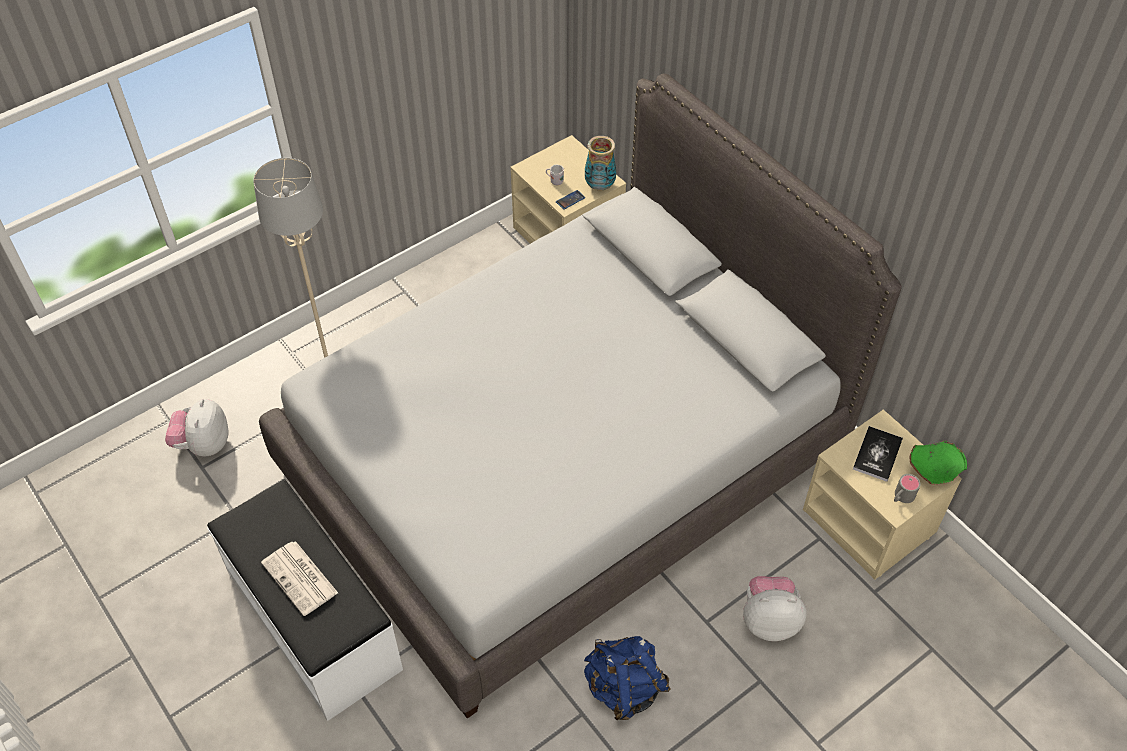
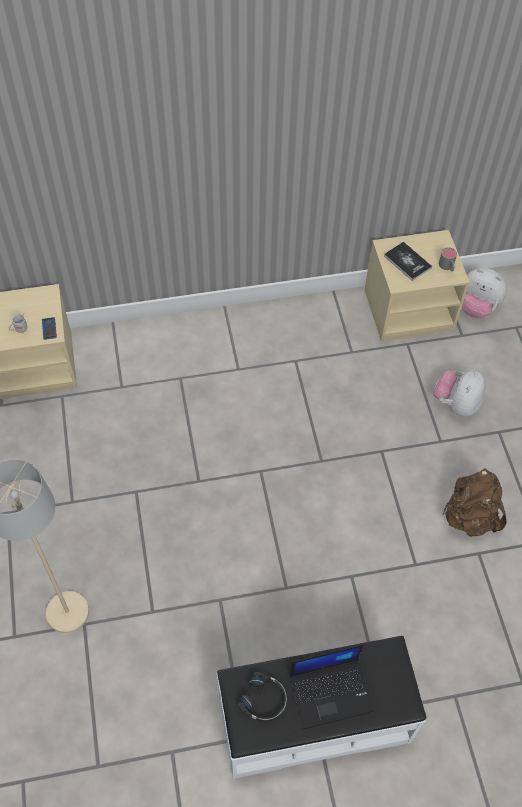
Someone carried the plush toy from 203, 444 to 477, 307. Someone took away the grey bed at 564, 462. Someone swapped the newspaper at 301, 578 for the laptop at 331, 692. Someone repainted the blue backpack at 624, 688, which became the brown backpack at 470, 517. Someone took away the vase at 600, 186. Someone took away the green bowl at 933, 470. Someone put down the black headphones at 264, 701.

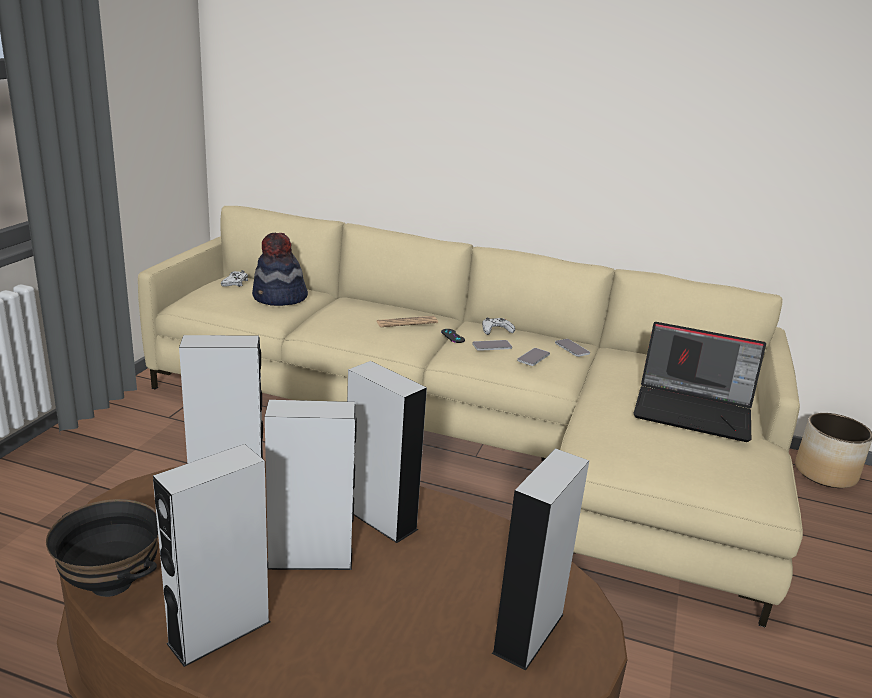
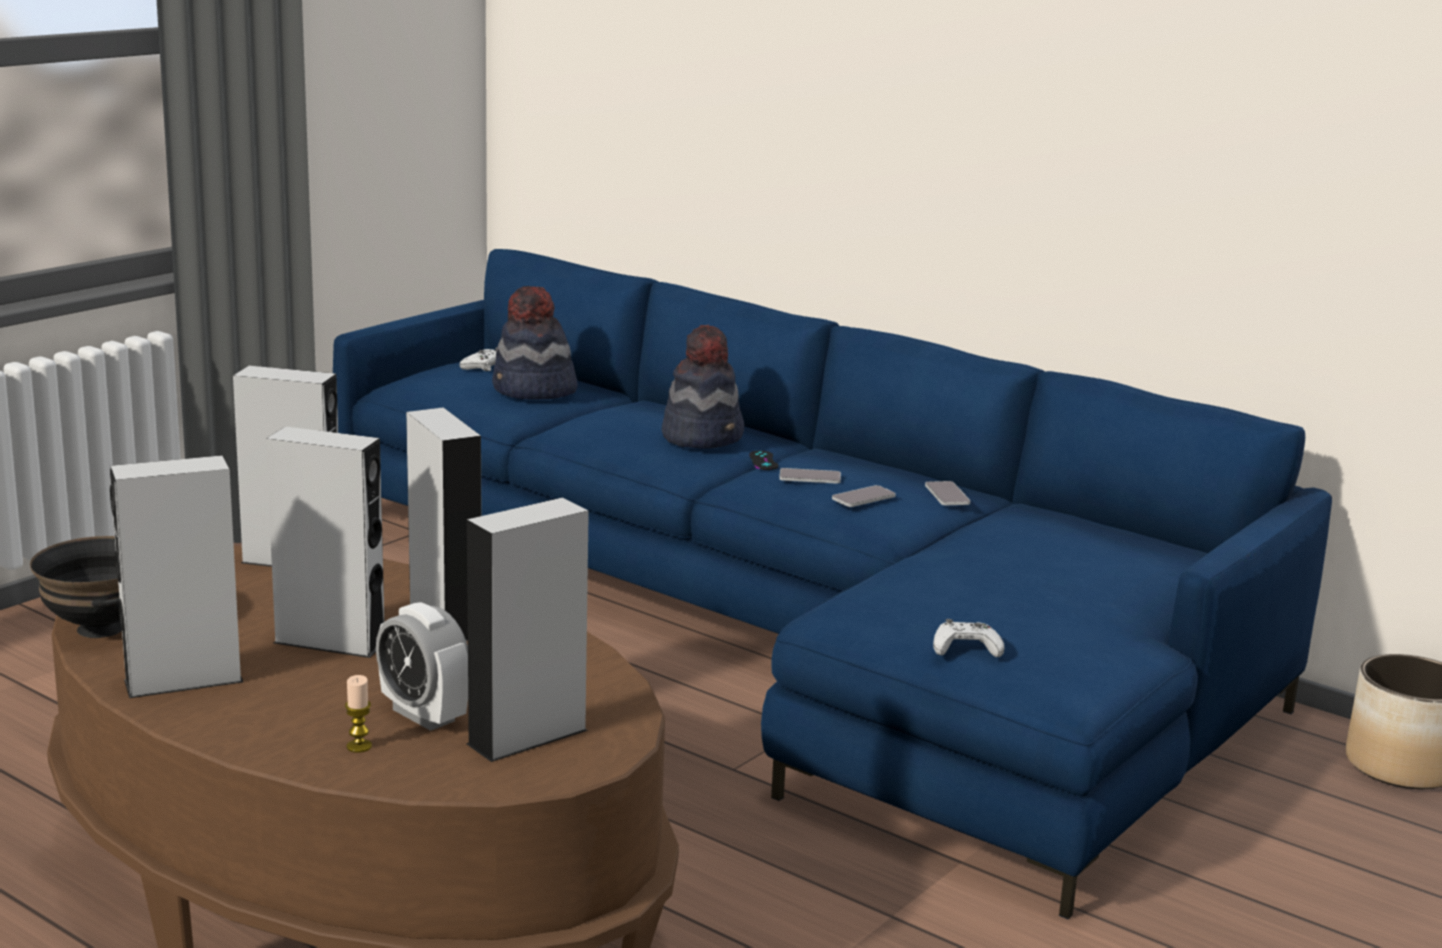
Someone repainted the beige sofa at 473, 436, which became the blue sofa at 795, 635. Someone swapped the newspaper at 406, 322 for the hat at 703, 436. Someone carried the white game controller from 496, 330 to 966, 648. Someone took away the laptop at 694, 411. Someone put down the candle at 359, 746. Someone put down the alarm clock at 424, 715.

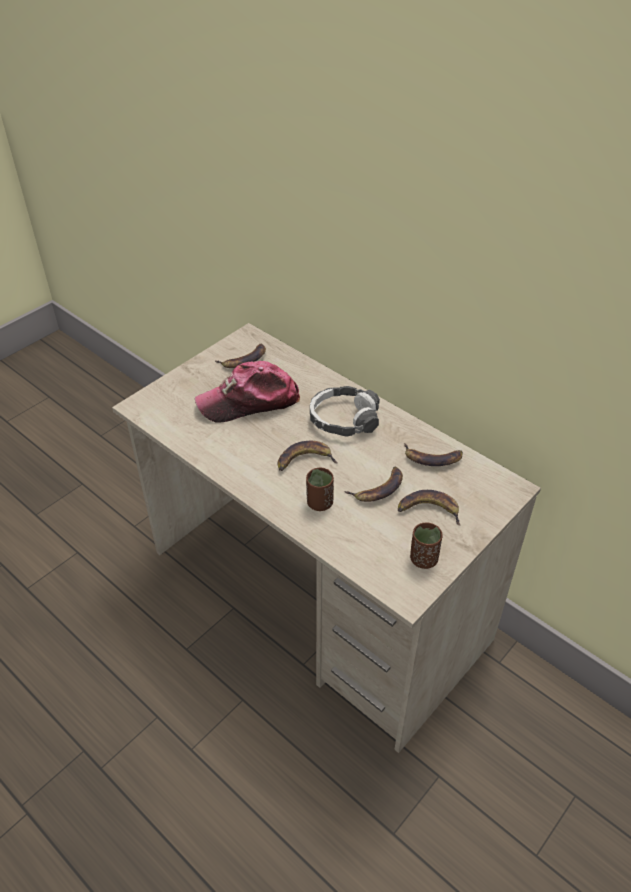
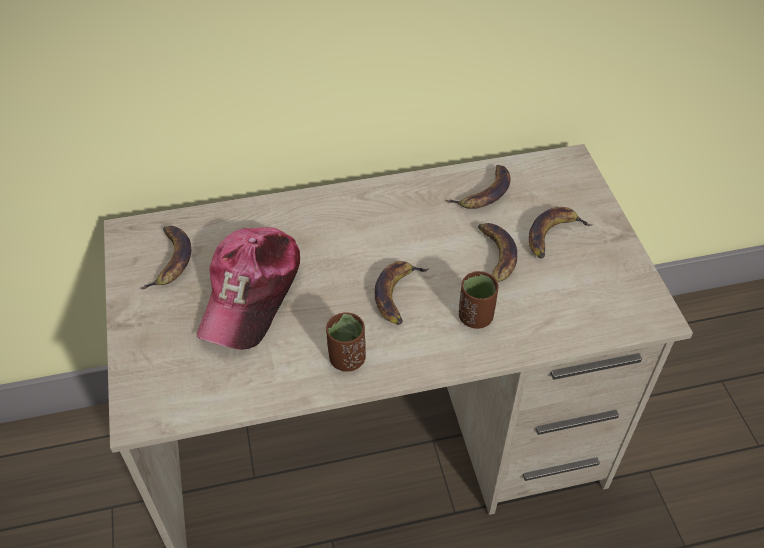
Someone took away the headphones at 343, 419. Someone carried the brown cup from 423, 559 to 347, 358.

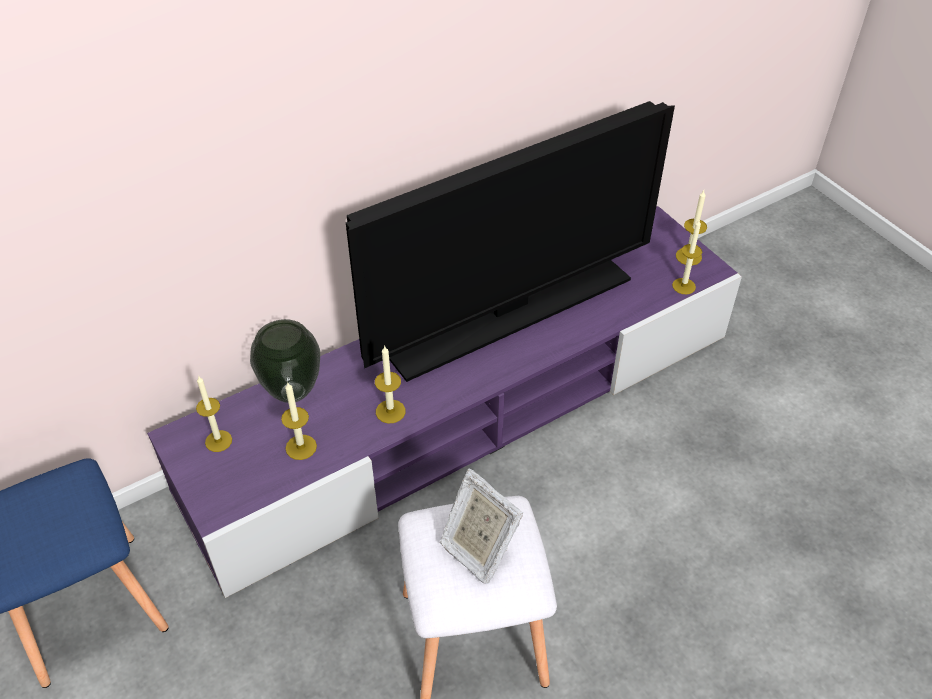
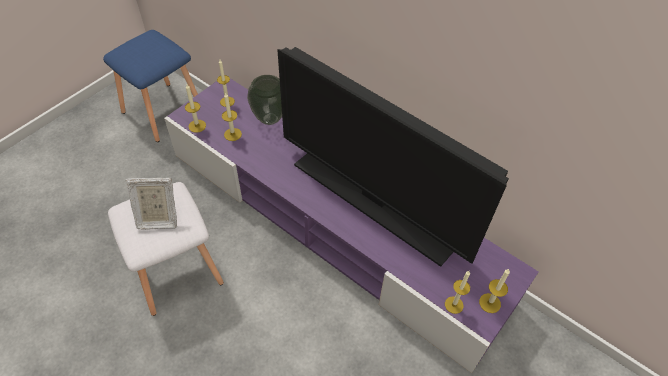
Someone carried the candle from 390, 411 to 197, 126. Someone rotated the picture frame at 477, 549 by 120 degrees counterclockwise.

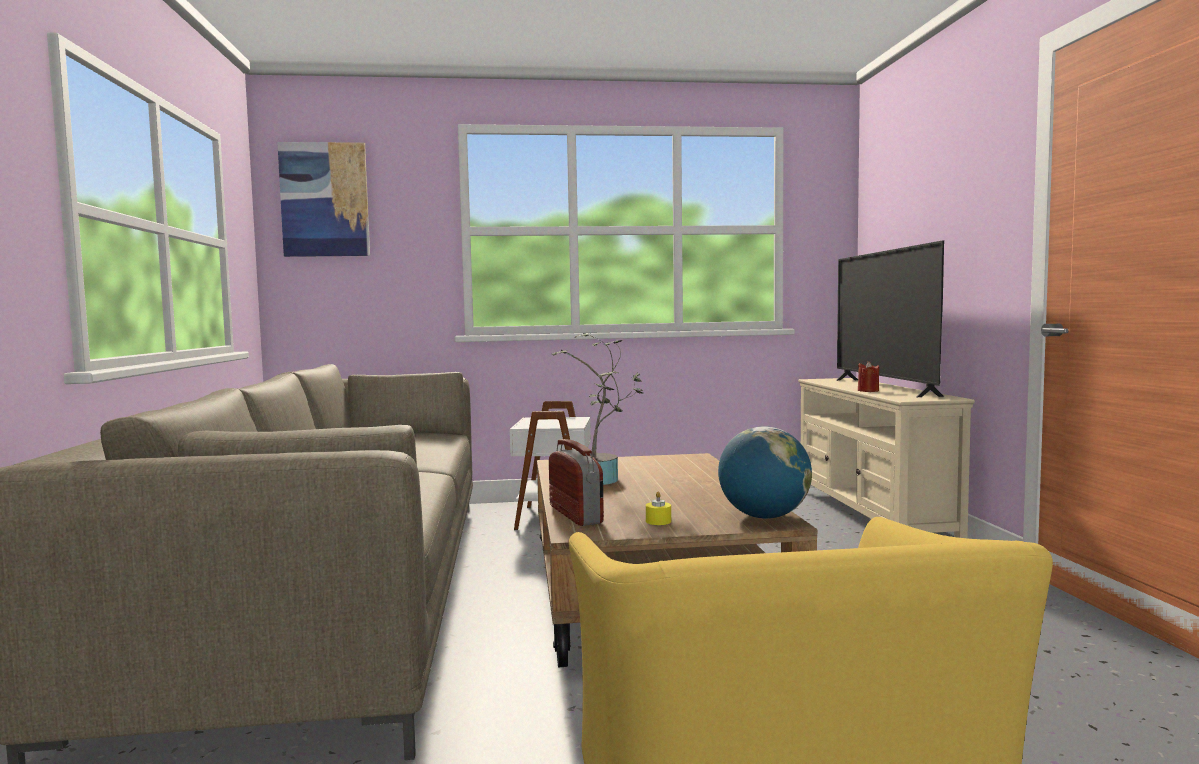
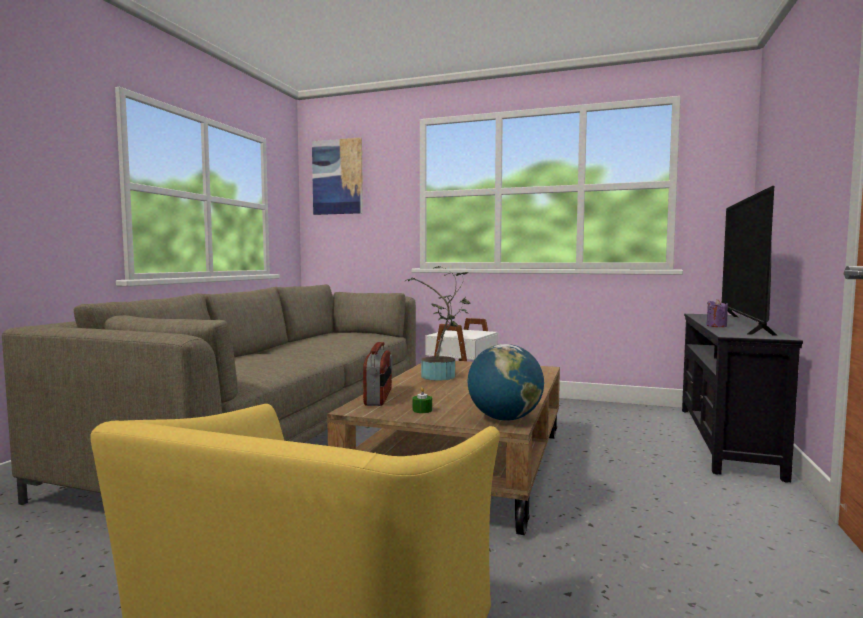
Someone repainted the yellow candle at 658, 521, which became the green candle at 422, 410. Someone repainted the beige tv stand at 872, 516, which became the black tv stand at 726, 440. Someone repainted the red candle at 868, 391, which became the purple candle at 716, 326.

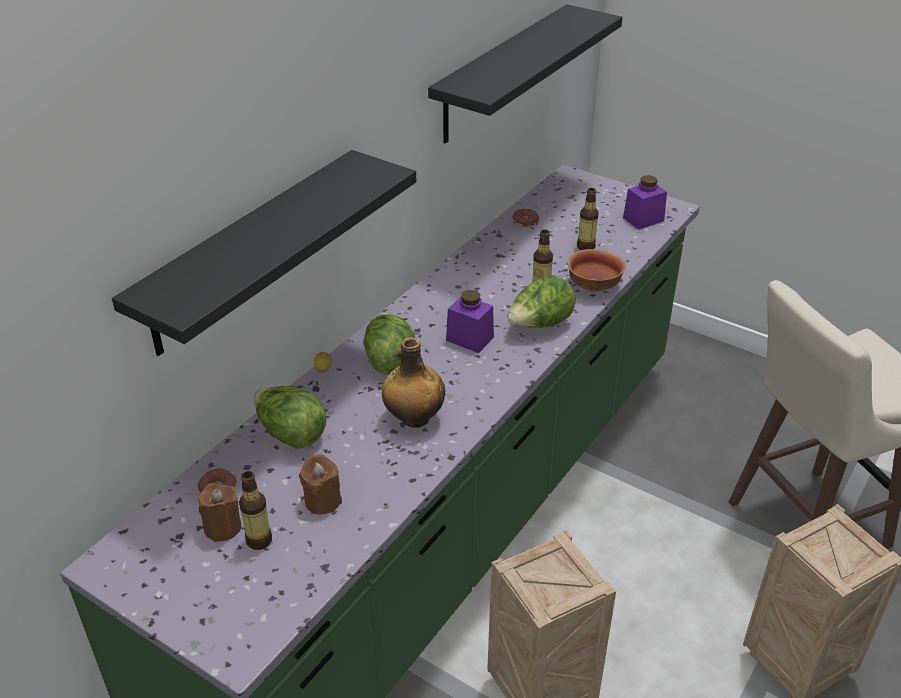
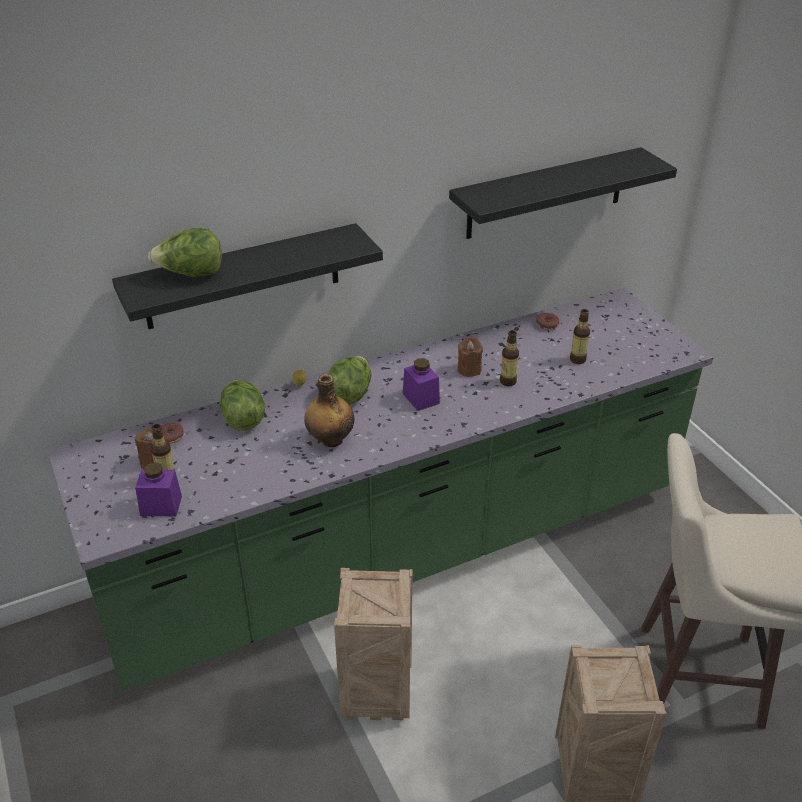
Someone carried the brown candle from 322, 501 to 469, 369. Someone carried the lettuce from 540, 325 to 191, 275. Someone took away the bowl at 593, 286. Someone carried the purple jar from 643, 219 to 161, 506.

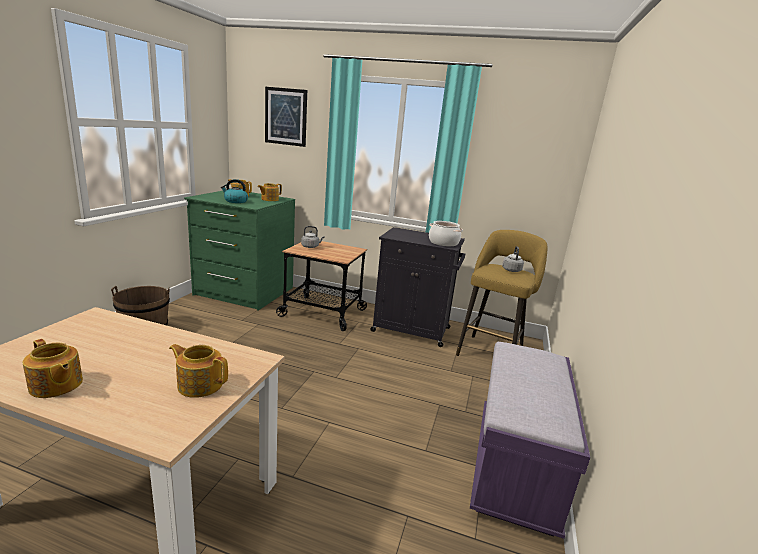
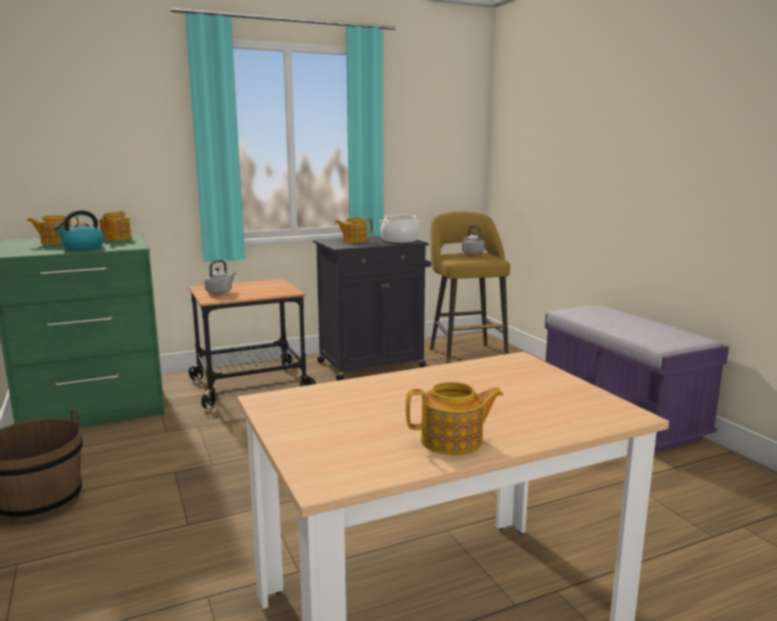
Someone carried the teapot from 200, 384 to 354, 240. Someone took away the picture at 286, 117.

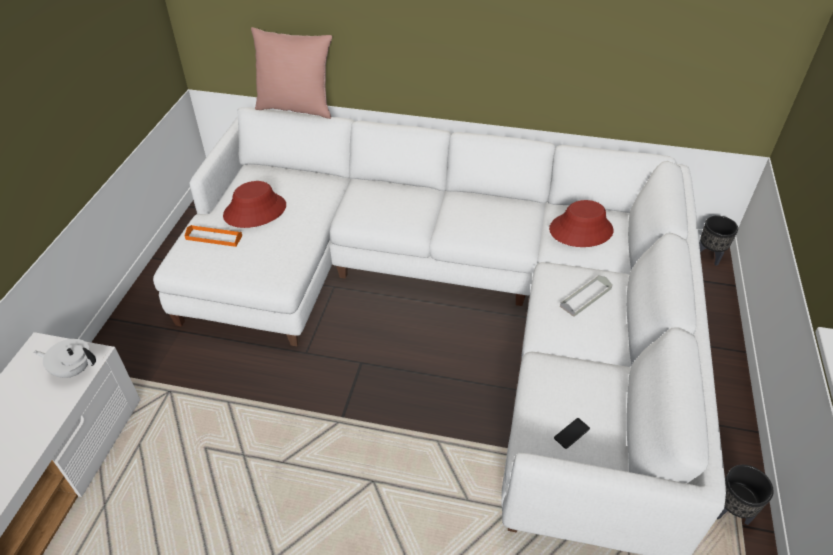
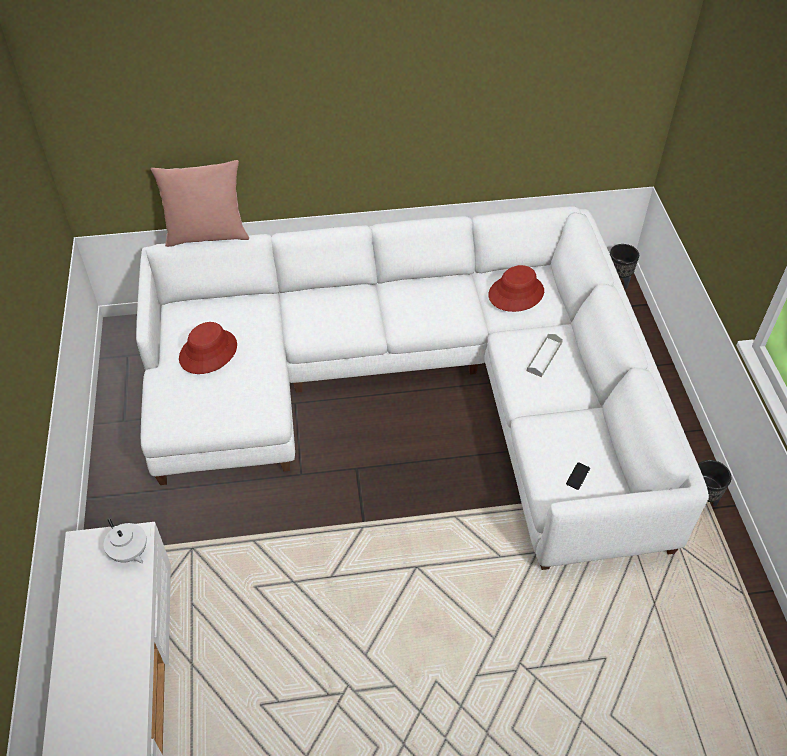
Someone rotated the white teapot at 73, 369 by 120 degrees counterclockwise. Someone took away the orange tray at 214, 237.

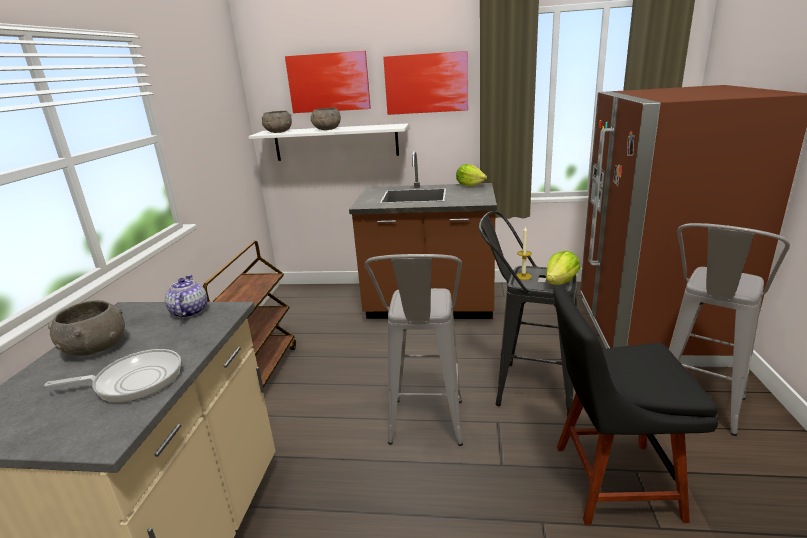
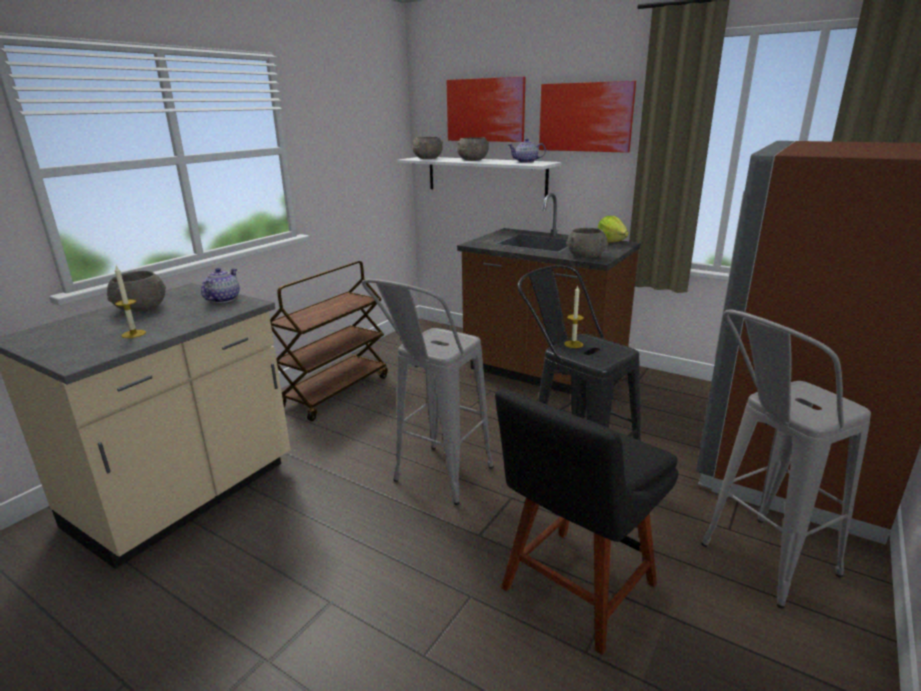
Someone swapped the frying pan at 134, 381 for the candle at 133, 334. Someone took away the lettuce at 560, 282. Someone rotated the black chair at 609, 481 by 75 degrees counterclockwise. Someone put down the teapot at 526, 162. Someone put down the grey bowl at 586, 256.

